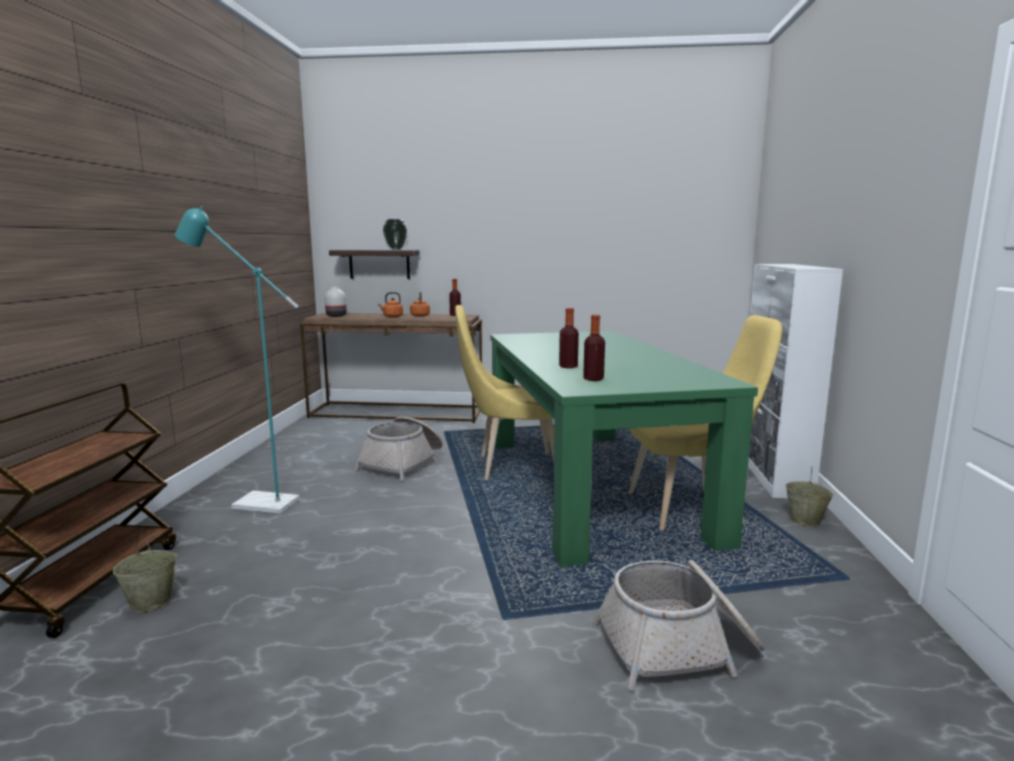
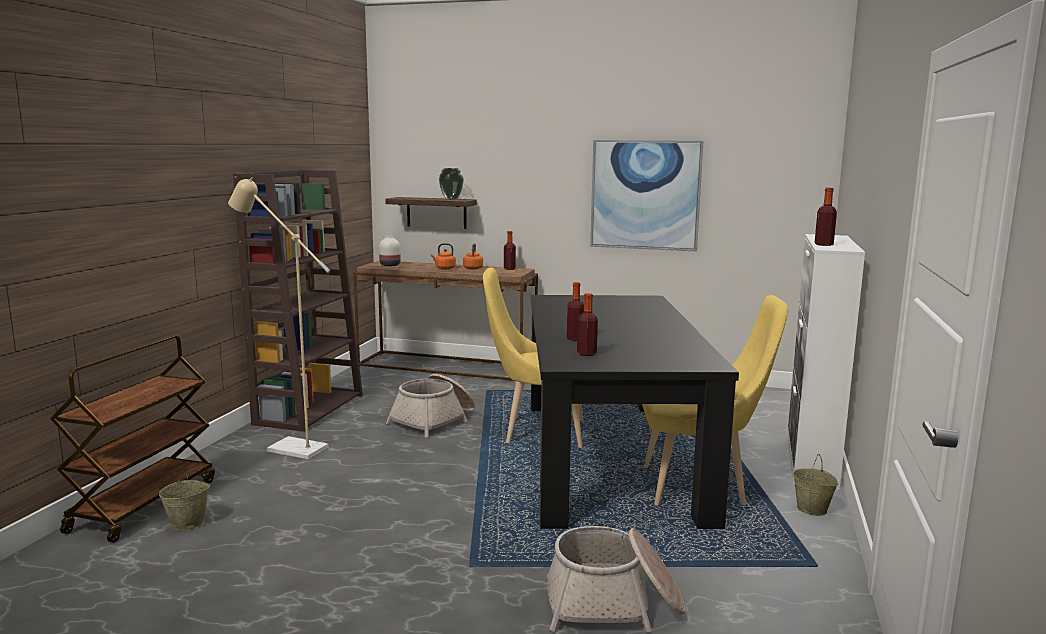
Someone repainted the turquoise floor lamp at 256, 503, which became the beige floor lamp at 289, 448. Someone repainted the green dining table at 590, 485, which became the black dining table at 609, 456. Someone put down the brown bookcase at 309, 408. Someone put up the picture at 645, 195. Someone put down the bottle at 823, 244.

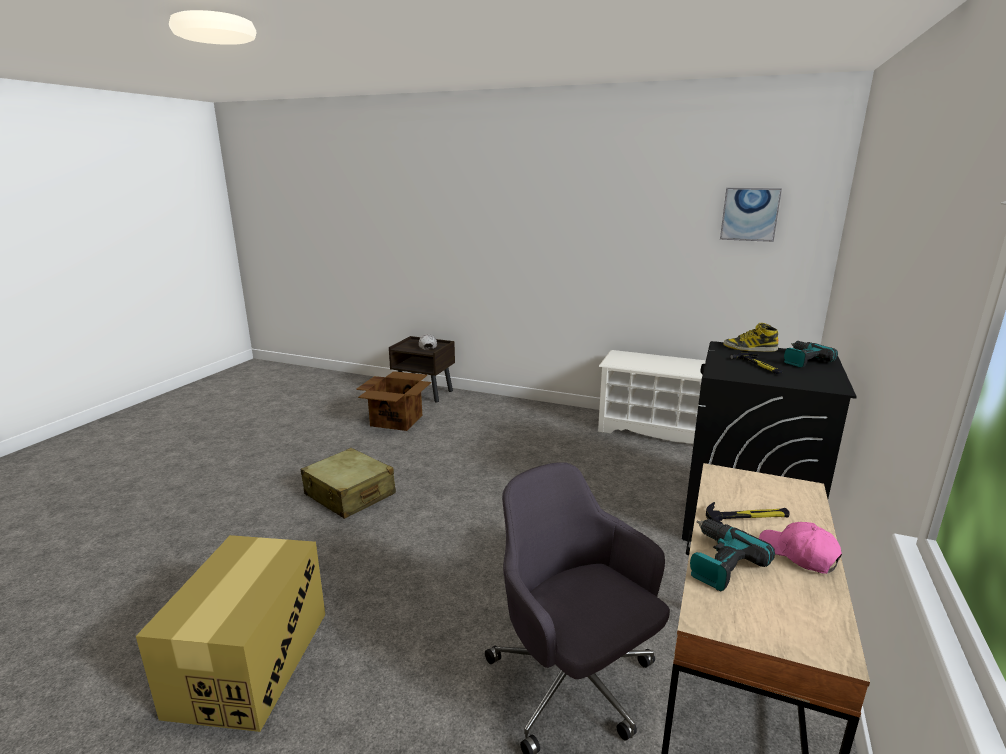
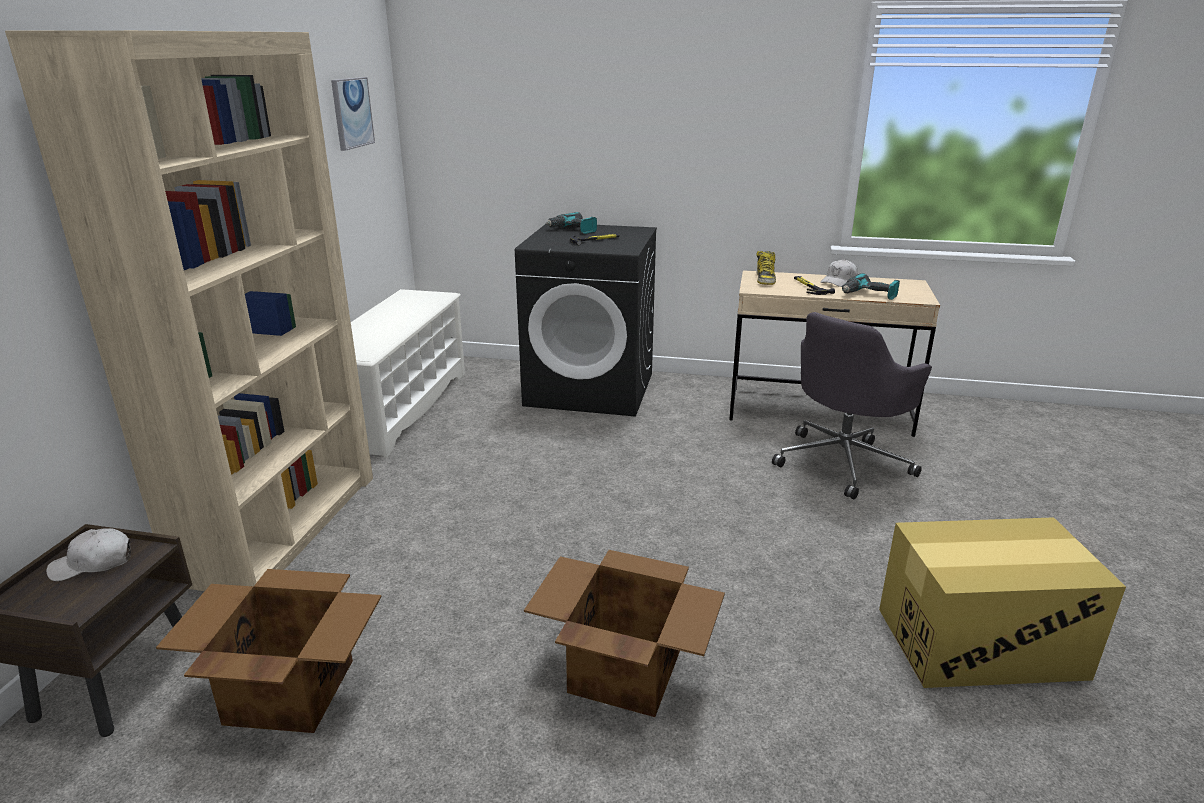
Someone swapped the beige suitcase at 349, 495 for the cardboard box at 623, 670. Someone carried the boot from 749, 348 to 765, 279. Someone repainted the pink cap at 798, 554, which became the white cap at 839, 281. Someone put down the beige bookcase at 282, 525.

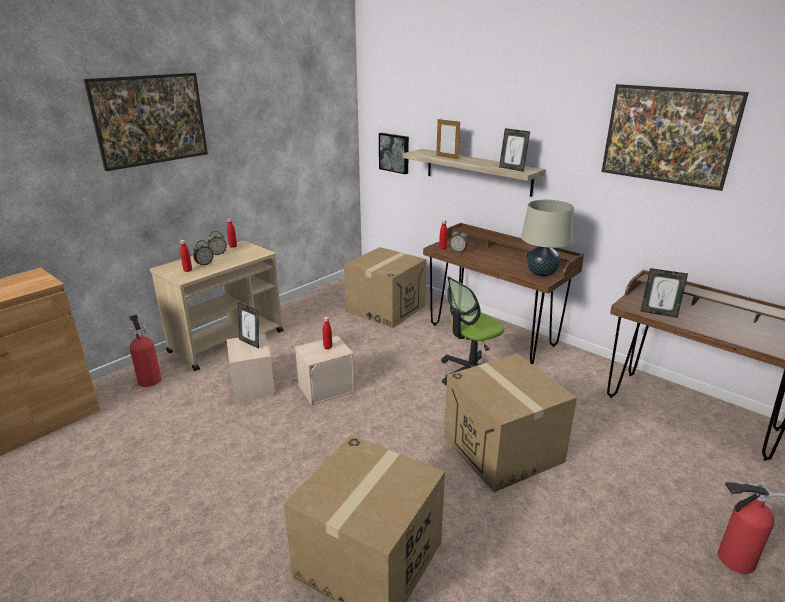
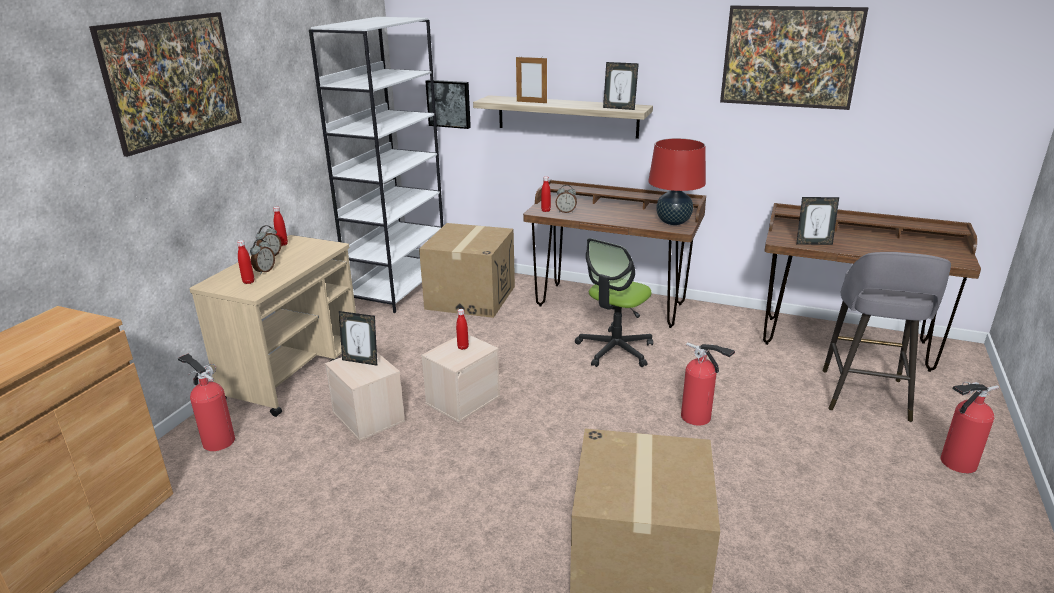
Someone swapped the cardboard box at 503, 449 for the fire extinguisher at 698, 418. Someone repainted the beige table lamp at 541, 273, which became the red table lamp at 673, 222. Someone put down the white bookcase at 399, 286. Someone put down the grey stool at 865, 396.

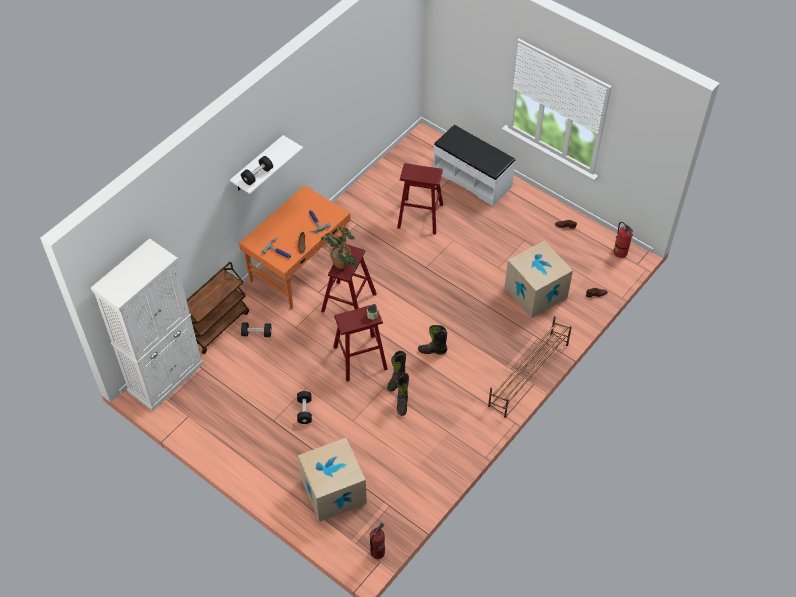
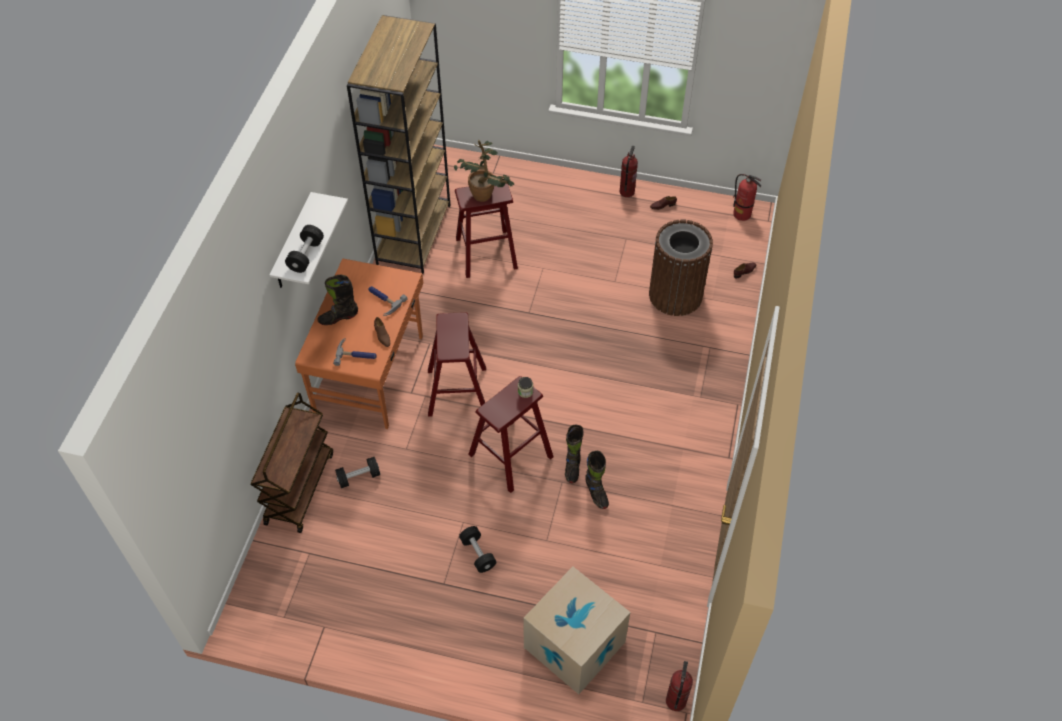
Someone took away the white cabinet at 166, 377. Someone carried the potted plant from 342, 266 to 485, 198. Someone carried the black boot from 432, 350 to 338, 317. Someone took away the white bench at 472, 178. Someone took away the brown shoe rack at 528, 375. Someone swapped the cardboard box at 535, 292 for the brown trash can at 675, 295. Someone put down the brown bookcase at 413, 234. Someone put down the fire extinguisher at 626, 192.

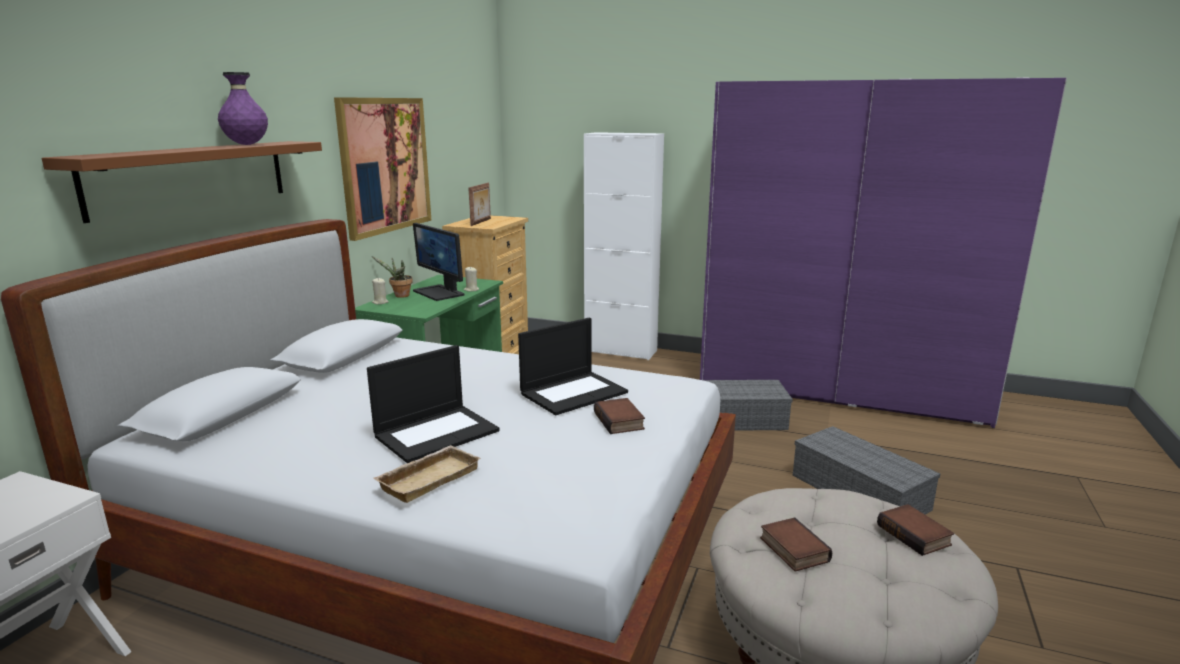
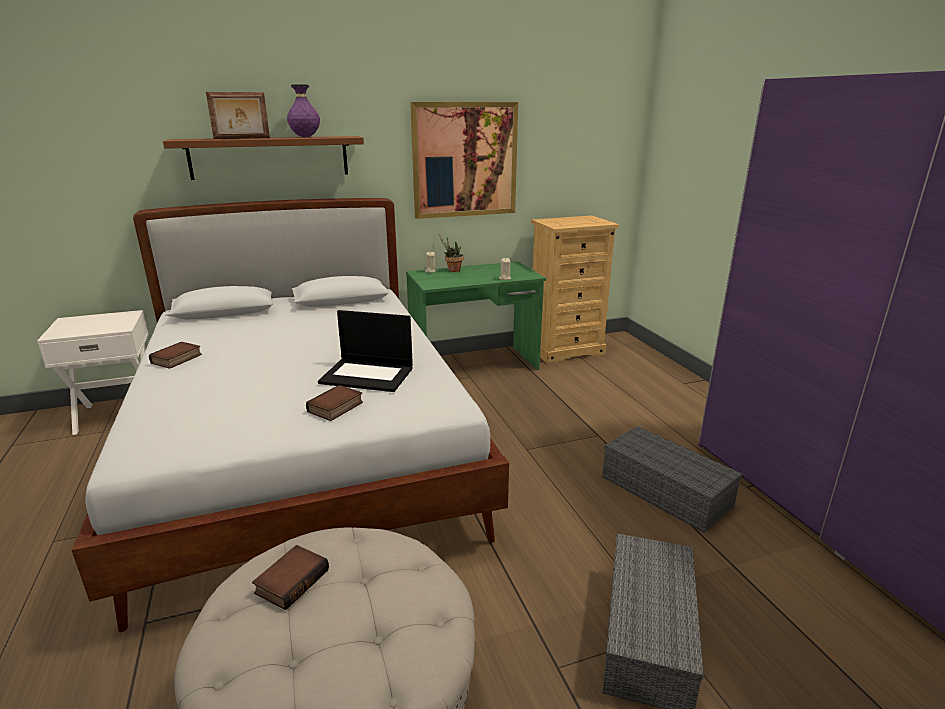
Someone took away the laptop at 437, 433. Someone took away the beige tray at 428, 478. Someone took away the monitor at 440, 293. Someone carried the picture frame from 481, 222 to 242, 138. Someone took away the white cabinet at 620, 351. Someone carried the book from 915, 535 to 177, 359.

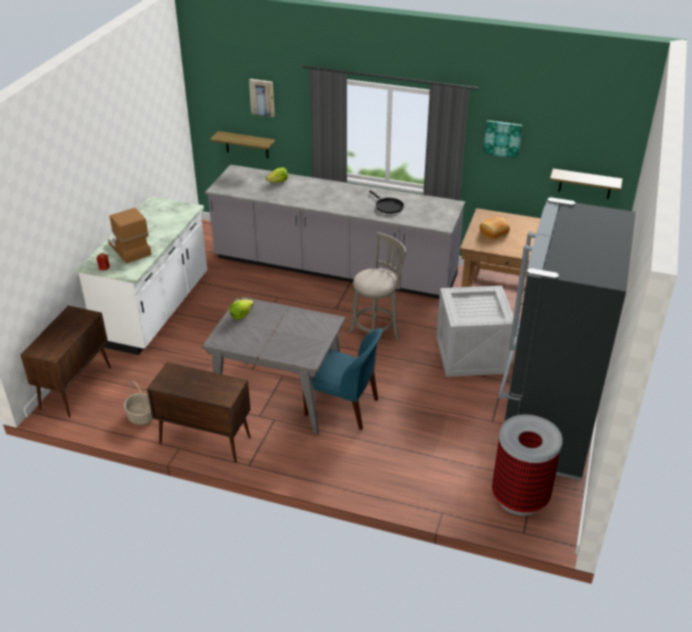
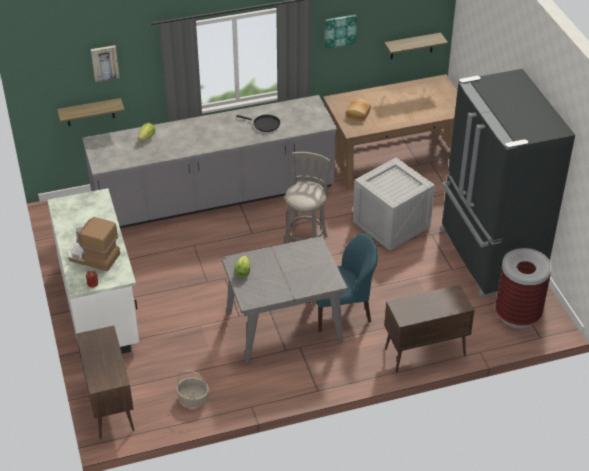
Someone carried the brown cabinet from 204, 440 to 424, 353.

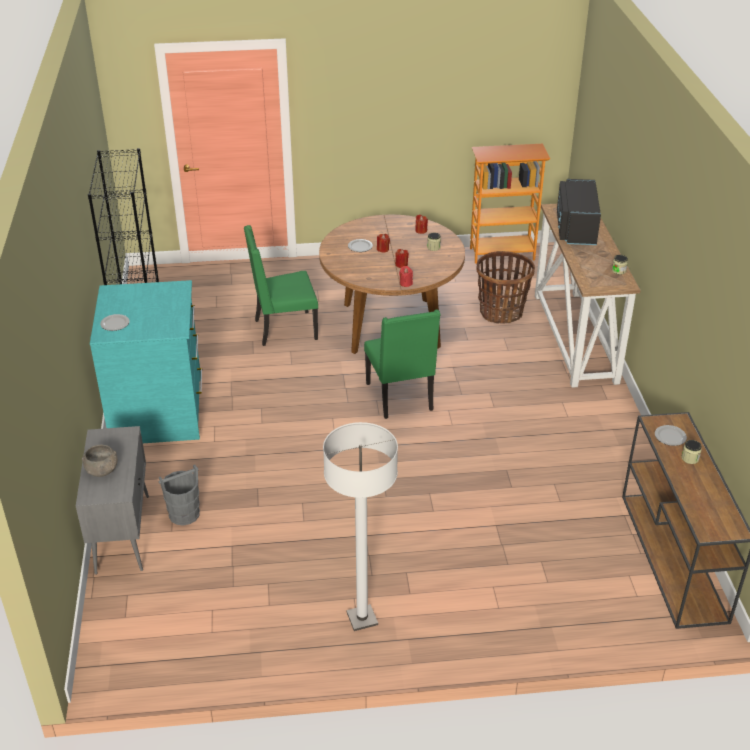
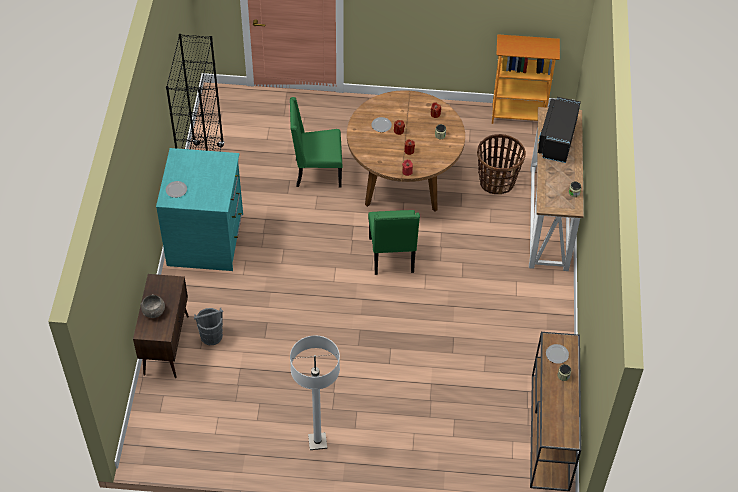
Someone repainted the grey cabinet at 122, 533, which became the brown cabinet at 166, 344.

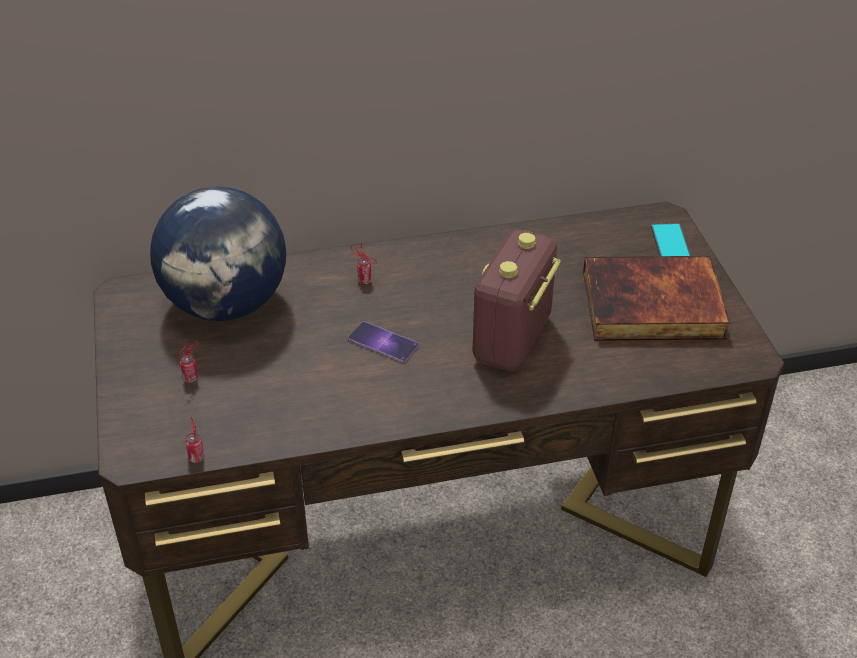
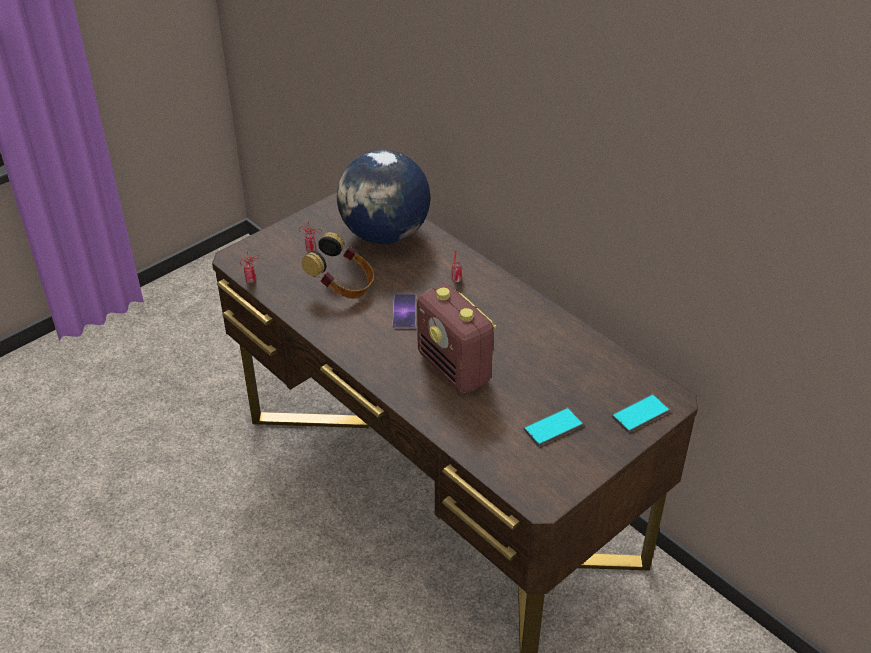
Someone rotated the radio at 512, 340 by 120 degrees counterclockwise. Someone swapped the book at 651, 307 for the phone at 553, 427. Someone put down the headphones at 342, 286.

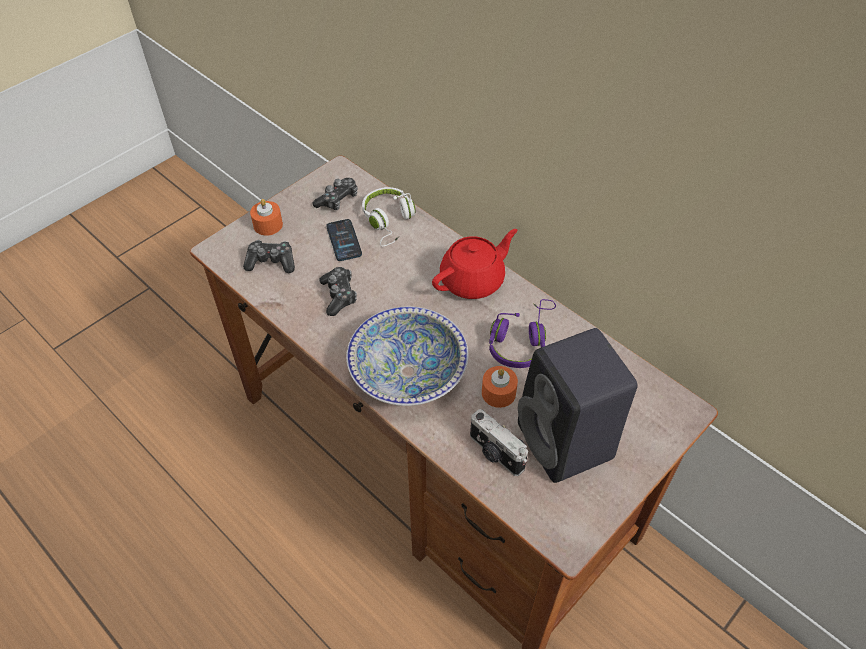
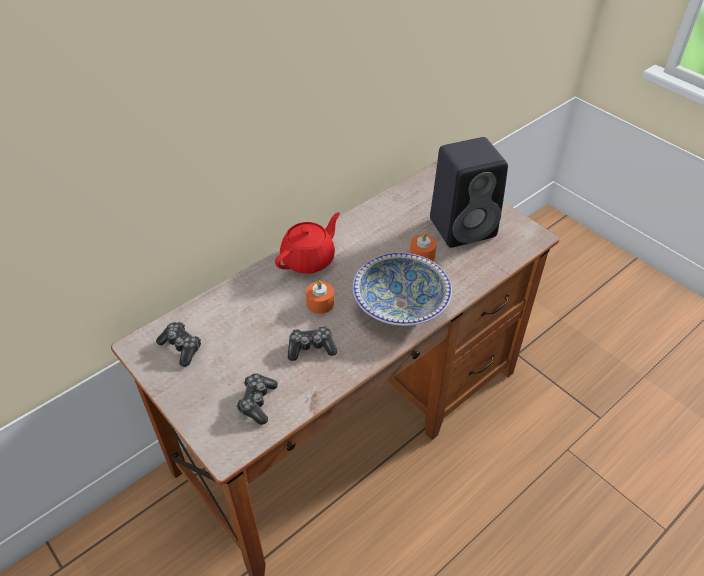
Someone carried the orange candle from 268, 225 to 320, 303. Someone took away the phone at 344, 240. Someone took away the white headphones at 389, 221. Someone rotated the red teapot at 473, 280 by 75 degrees clockwise. Someone took away the photo camera at 495, 453. Someone took away the purple headphones at 520, 341.

